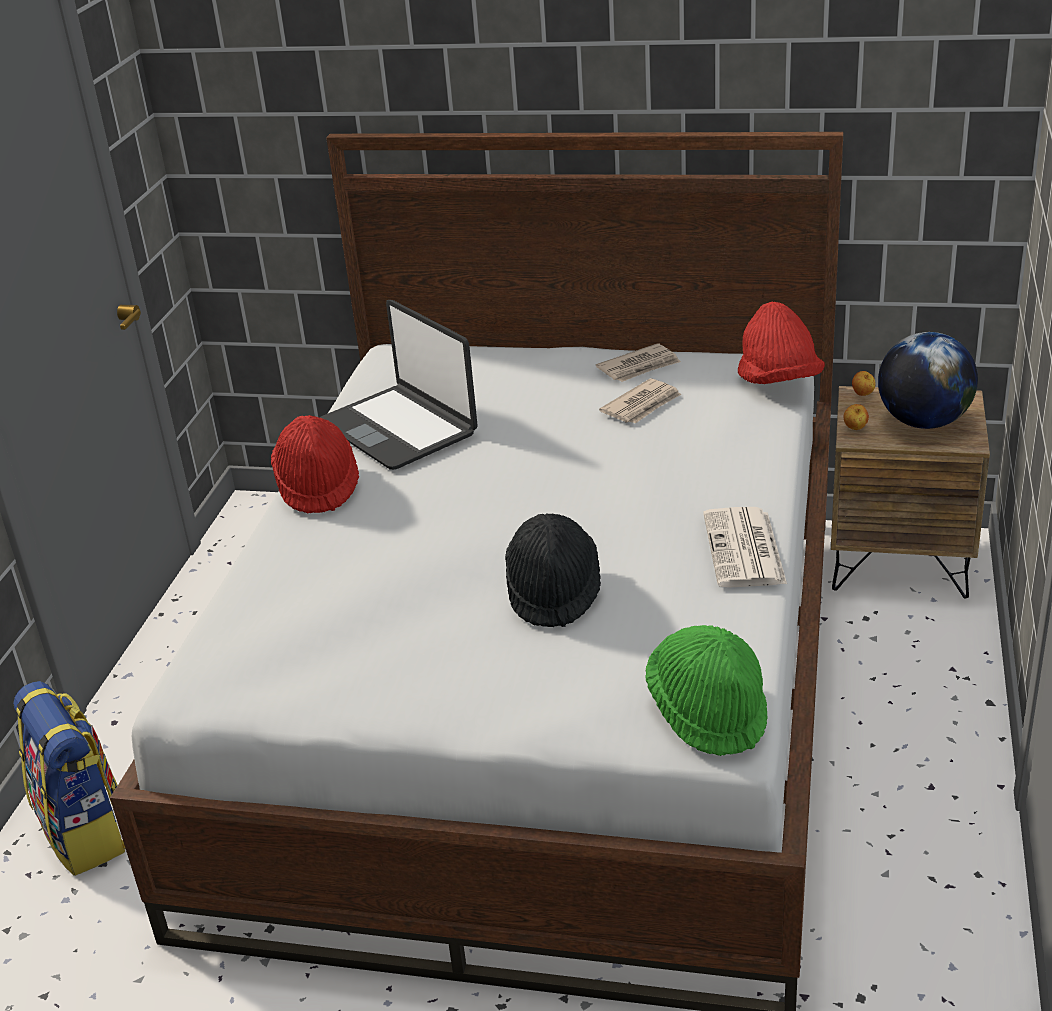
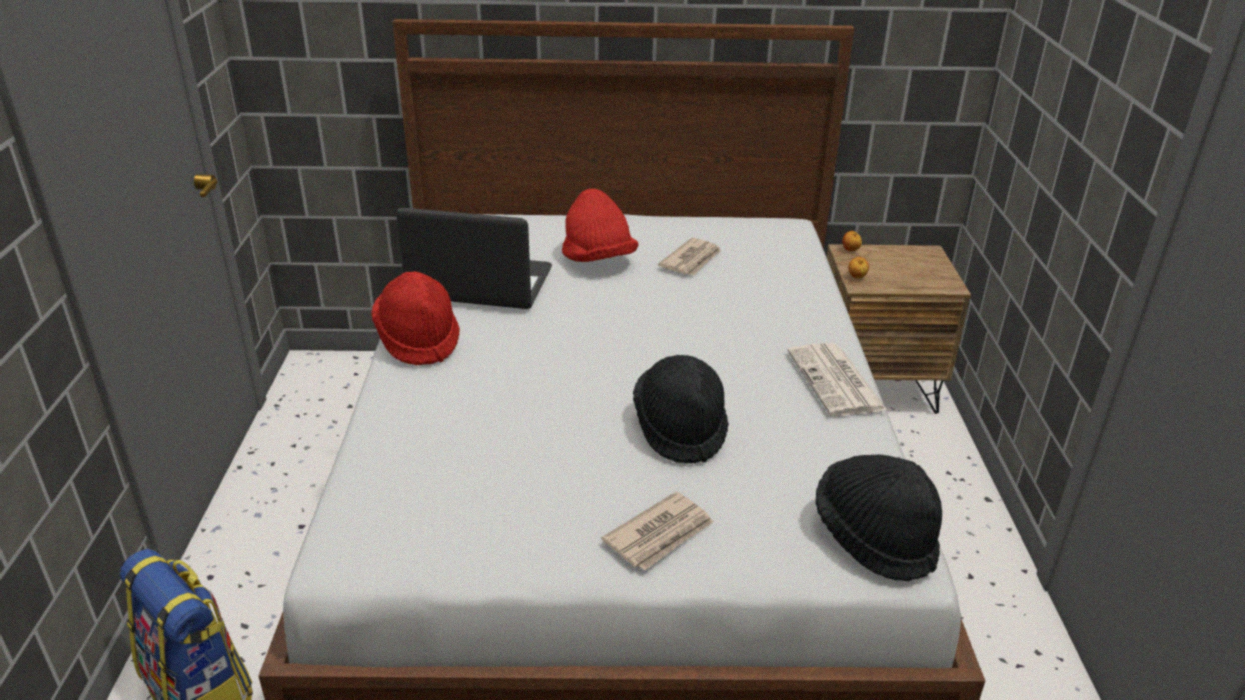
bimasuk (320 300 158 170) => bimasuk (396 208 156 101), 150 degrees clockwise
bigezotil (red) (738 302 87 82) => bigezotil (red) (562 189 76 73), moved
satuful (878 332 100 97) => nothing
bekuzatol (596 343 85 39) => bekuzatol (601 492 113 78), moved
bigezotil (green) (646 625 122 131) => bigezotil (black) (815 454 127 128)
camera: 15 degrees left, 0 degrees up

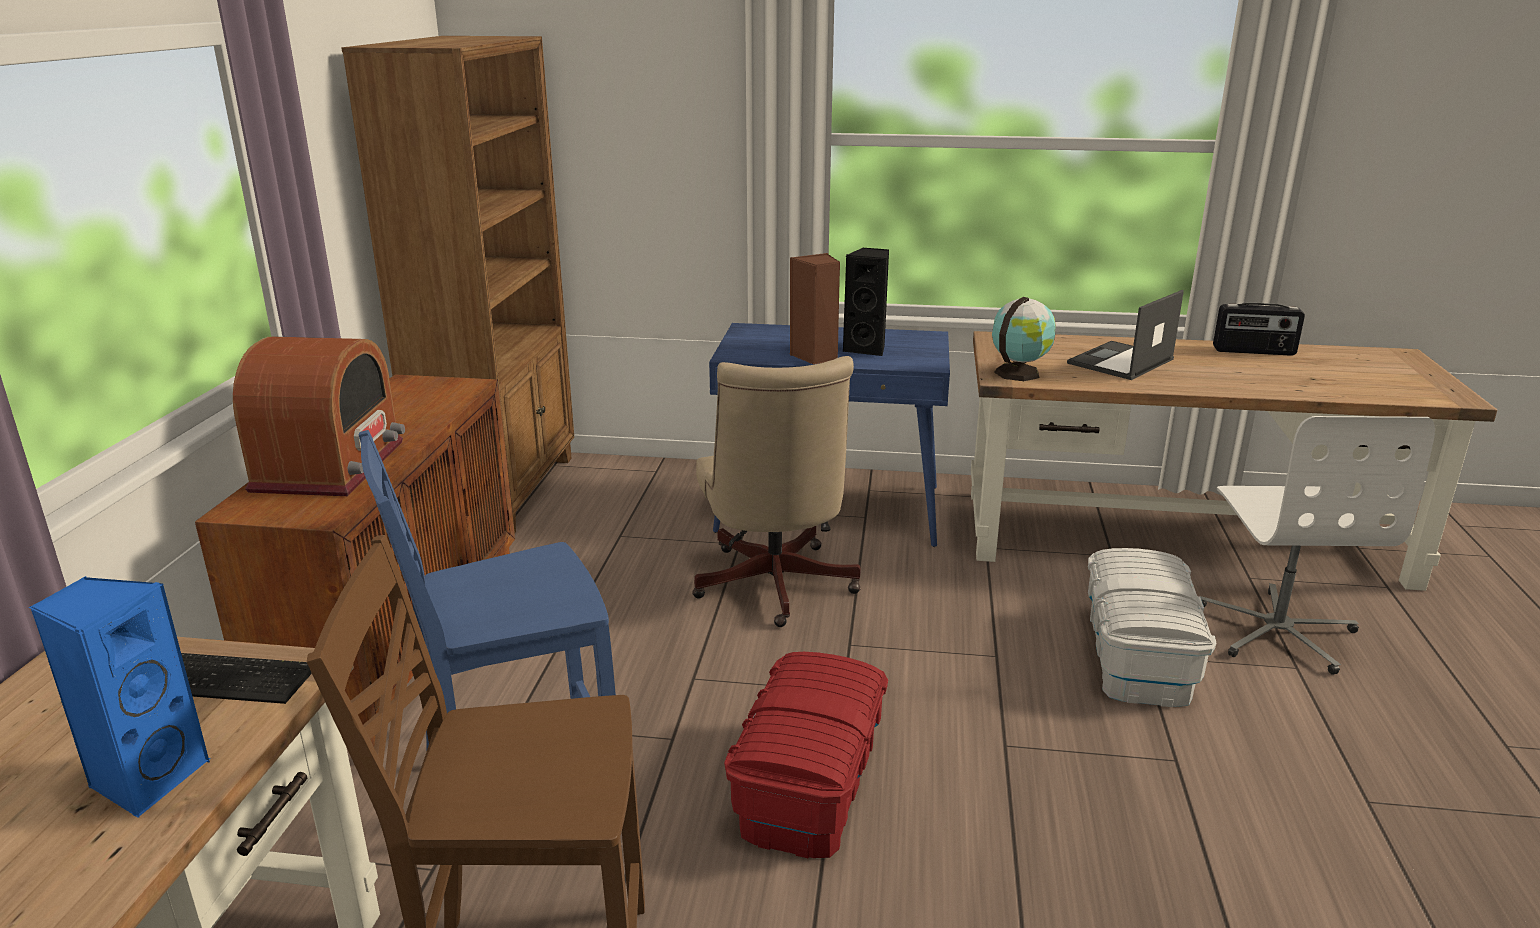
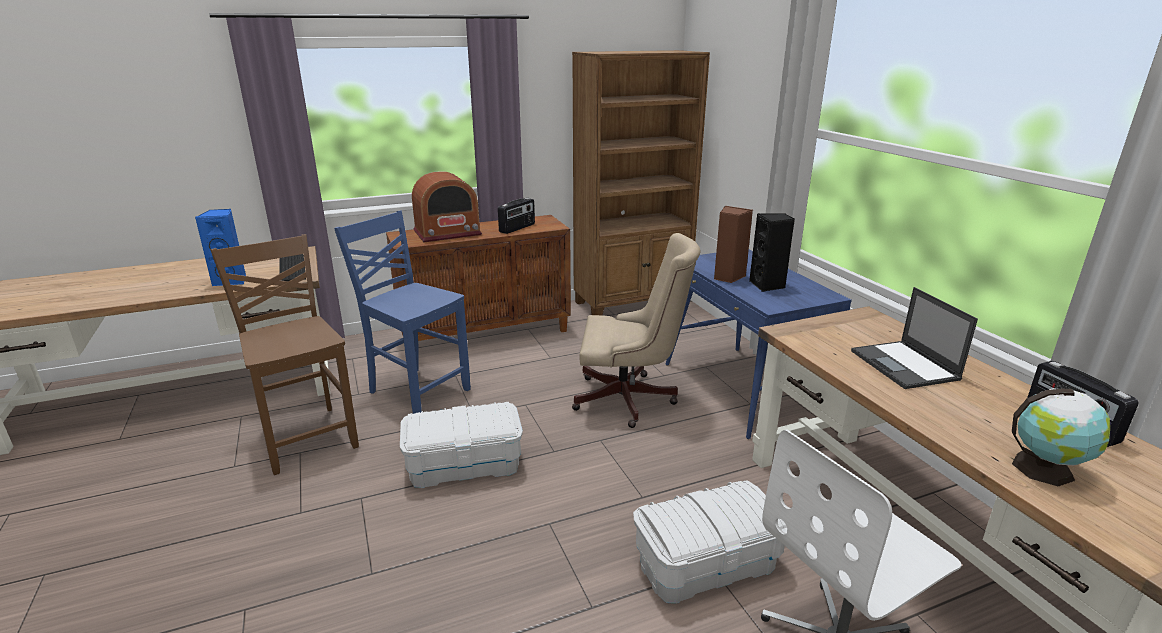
bimasuk (1067 290 117 90) => bimasuk (851 287 127 102), 120 degrees counterclockwise
satuful (992 297 64 84) => satuful (1012 388 98 98), moved
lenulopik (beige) (692 356 169 271) => lenulopik (beige) (572 233 129 195), 135 degrees counterclockwise
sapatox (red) (724 652 164 206) => sapatox (white) (400 402 123 86)
nothing => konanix (498 198 37 36)
camera: 60 degrees right, 0 degrees up

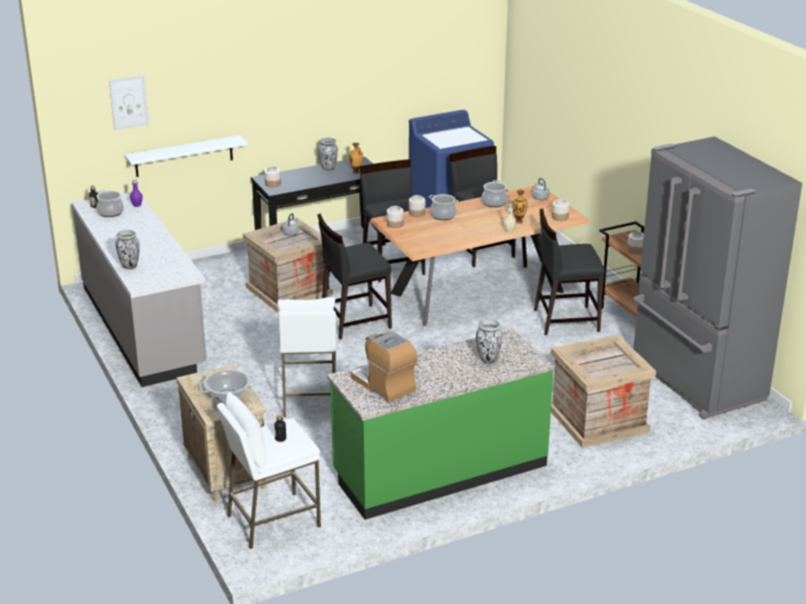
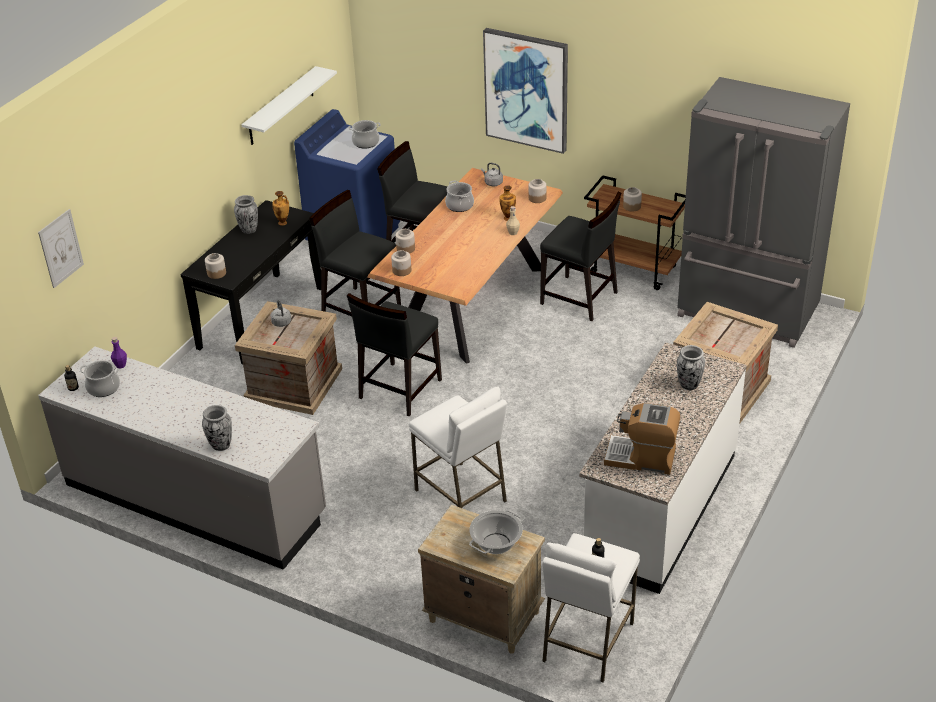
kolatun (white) (125 135 123 42) => kolatun (white) (242 66 95 79), moved
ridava (429 194 29 26) => ridava (348 120 33 29), moved
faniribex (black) (534 209 71 126) => faniribex (black) (540 192 81 129), 105 degrees counterclockwise
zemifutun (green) (327 329 228 191) => zemifutun (white) (579 342 167 252)
nothing => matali (483 28 85 126)
camera: 35 degrees left, 10 degrees up

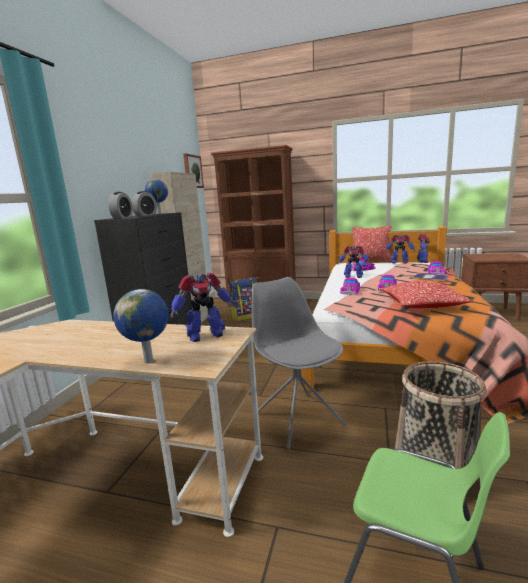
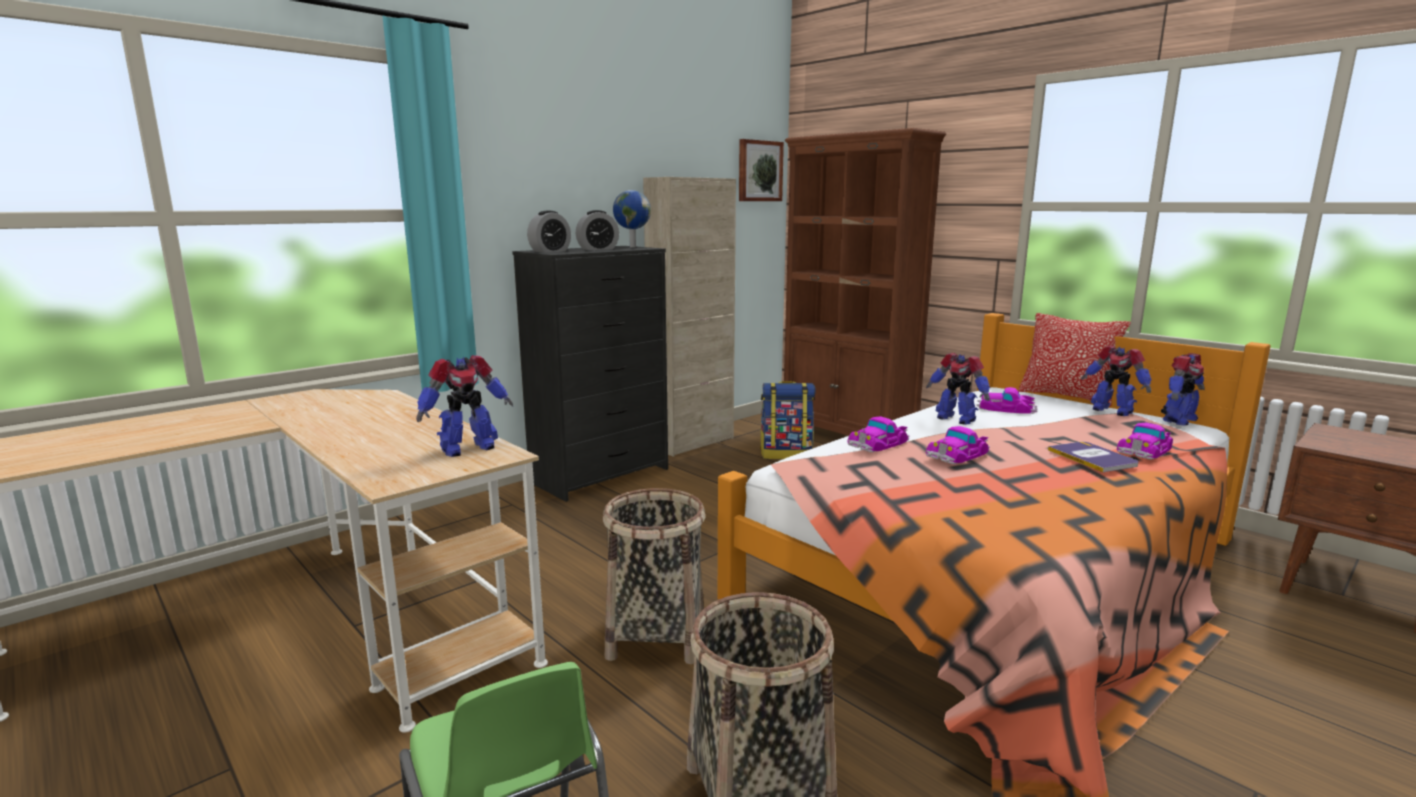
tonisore (170 273 65 69) => tonisore (416 355 97 102), 45 degrees counterclockwise
faniribex (grey) (252 277 95 173) => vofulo (603 488 103 176)
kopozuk (381 280 91 28) => nothing
satuful (113 289 56 74) => nothing
camera: 30 degrees right, 0 degrees up

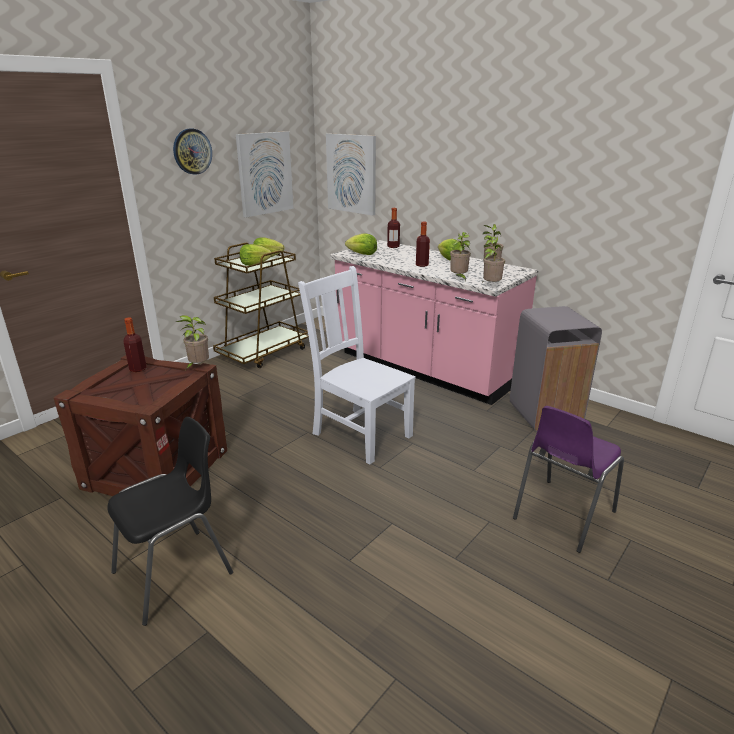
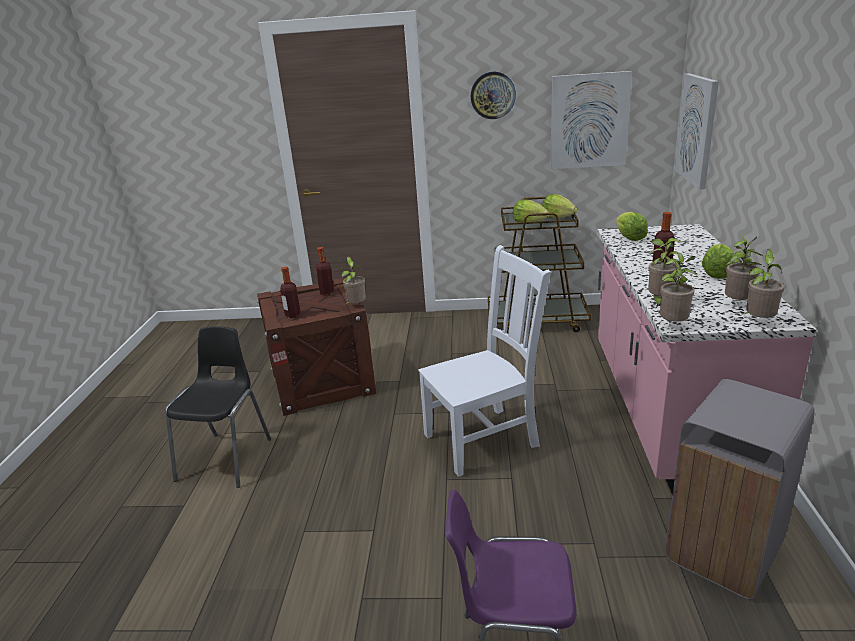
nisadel (387 208 13 40) => nisadel (280 267 21 51), moved
faniribex (white) (298 266 118 198) => faniribex (white) (418 245 133 232), 60 degrees clockwise
faniribex (black) (107 417 126 209) => faniribex (black) (166 326 105 162), 90 degrees counterclockwise
nothing => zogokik (742 249 43 69)
camera: 55 degrees right, 0 degrees up

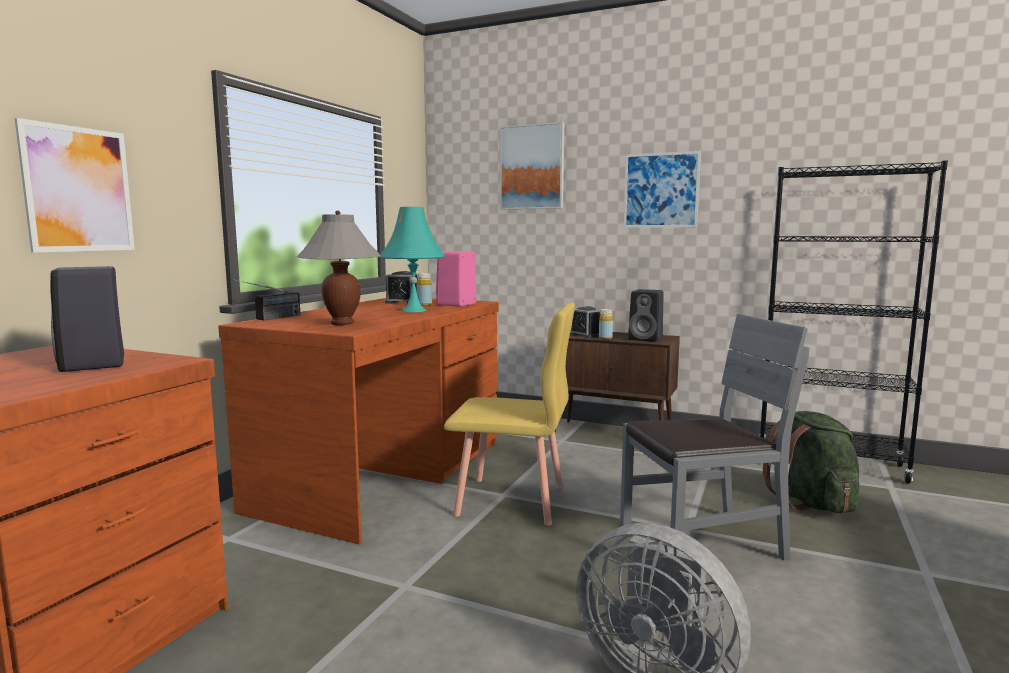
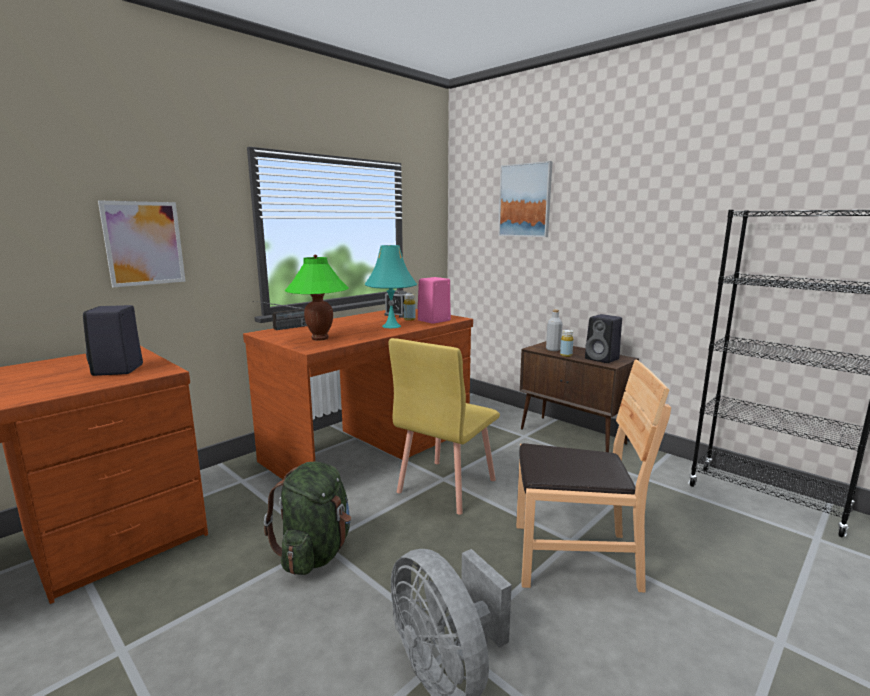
matali (624 151 77 77) => nothing
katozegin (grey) (297 211 85 114) => katozegin (green) (284 255 65 86)
faniribex (yellow) (444 303 131 223) => faniribex (yellow) (389 338 111 177), 90 degrees clockwise
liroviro (570 306 30 32) => nisadel (grey) (546 310 17 41)
faniribex (grey) (620 314 190 246) => faniribex (brown) (516 359 155 234)
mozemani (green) (763 411 96 103) => mozemani (green) (264 462 87 113), moved
camera: 20 degrees right, 5 degrees up

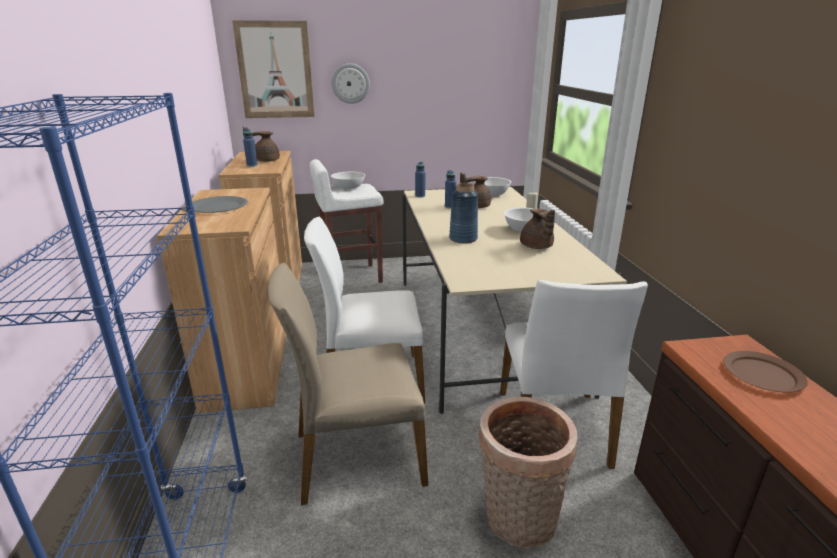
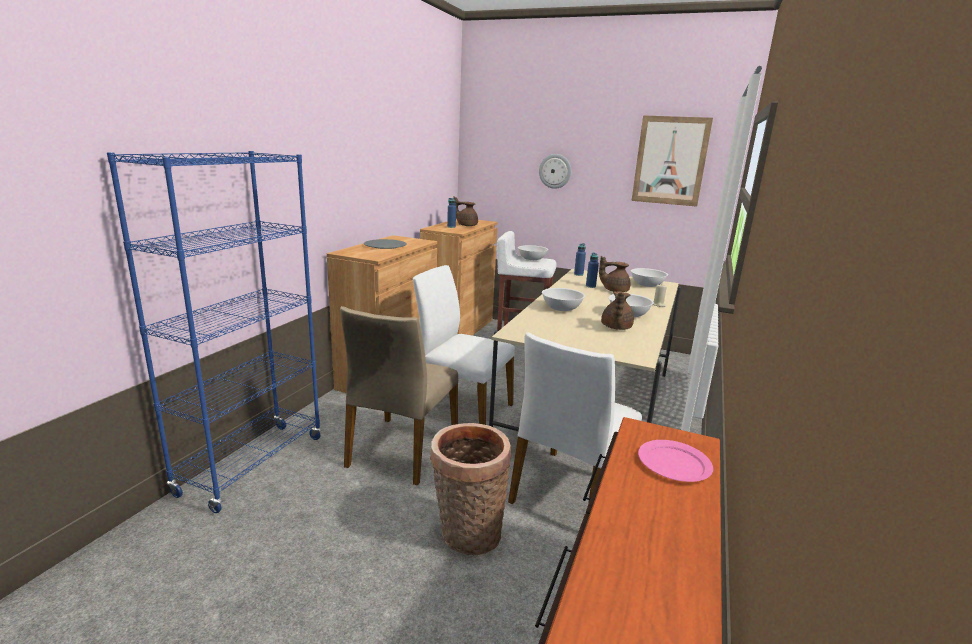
matali (232 20 83 98) => matali (632 115 81 92), moved
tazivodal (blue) (449 183 29 61) => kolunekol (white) (542 288 43 23)
faniribex (beige) (268 263 160 242) => faniribex (beige) (340 306 118 179), 90 degrees counterclockwise
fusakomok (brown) (724 351 83 42) => fusakomok (pink) (638 440 75 42)
camera: 30 degrees right, 5 degrees down

